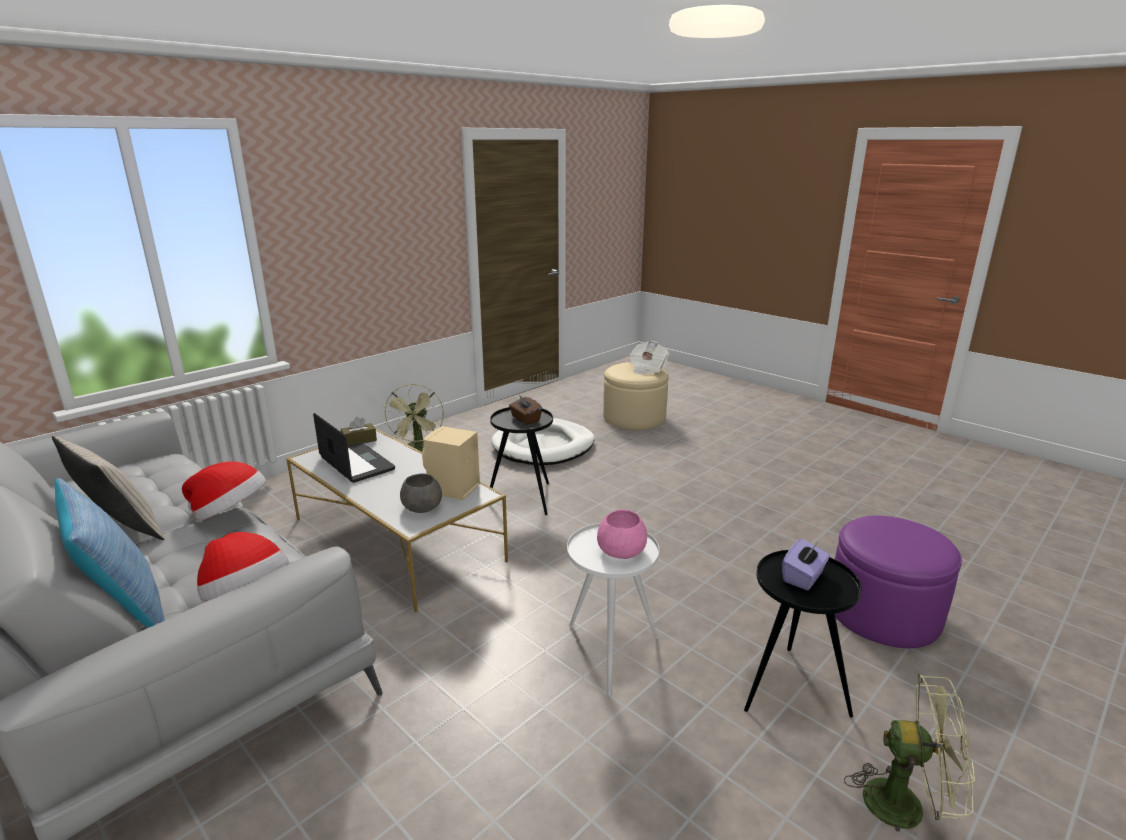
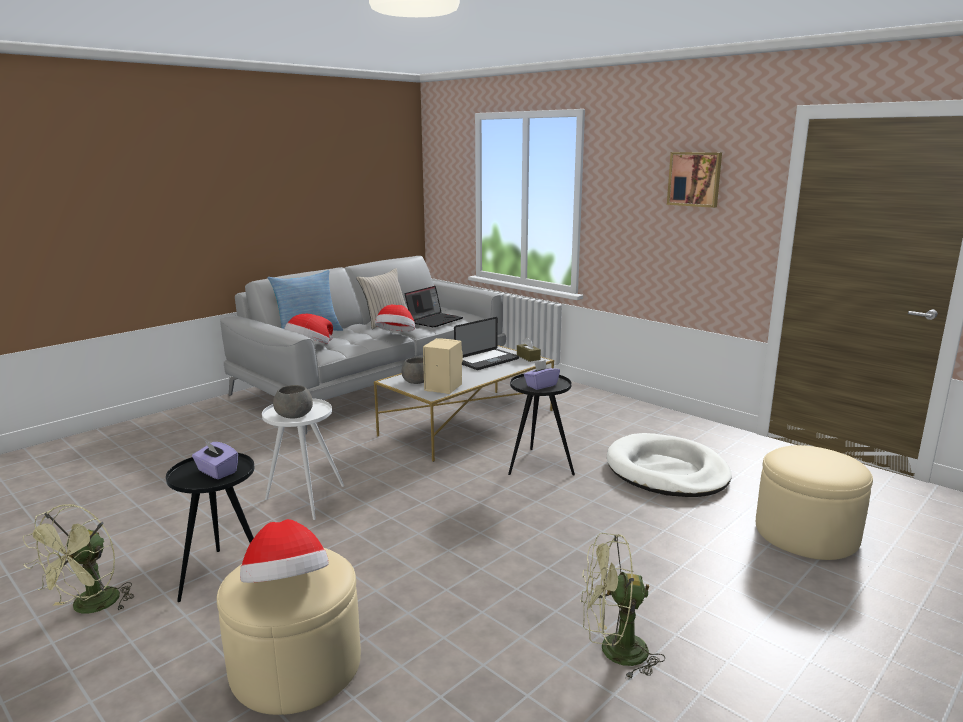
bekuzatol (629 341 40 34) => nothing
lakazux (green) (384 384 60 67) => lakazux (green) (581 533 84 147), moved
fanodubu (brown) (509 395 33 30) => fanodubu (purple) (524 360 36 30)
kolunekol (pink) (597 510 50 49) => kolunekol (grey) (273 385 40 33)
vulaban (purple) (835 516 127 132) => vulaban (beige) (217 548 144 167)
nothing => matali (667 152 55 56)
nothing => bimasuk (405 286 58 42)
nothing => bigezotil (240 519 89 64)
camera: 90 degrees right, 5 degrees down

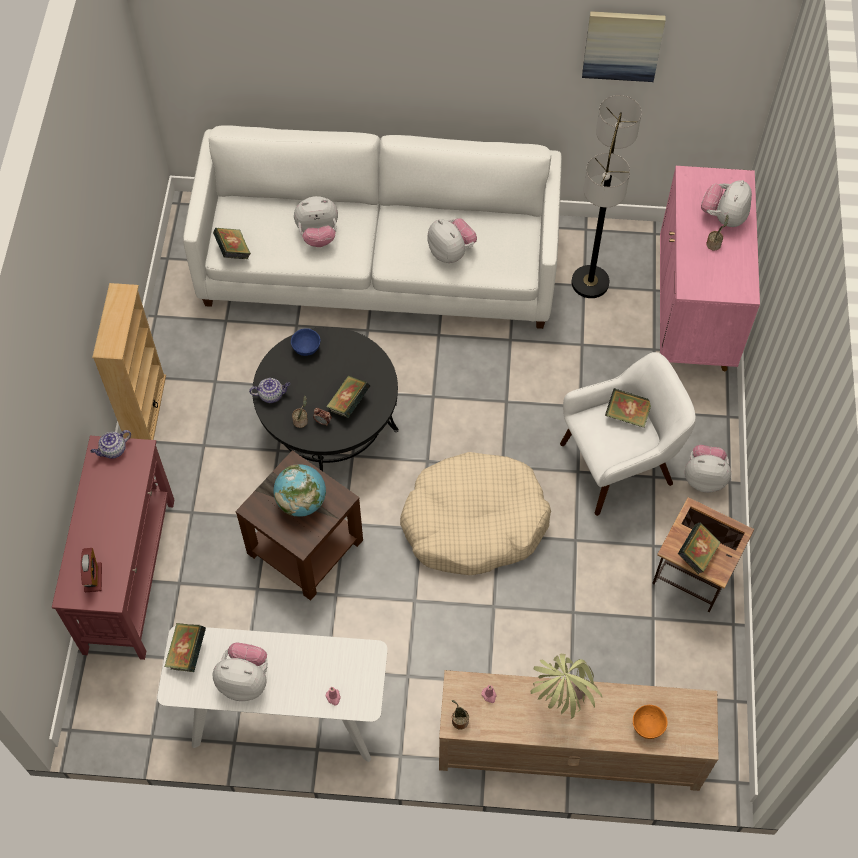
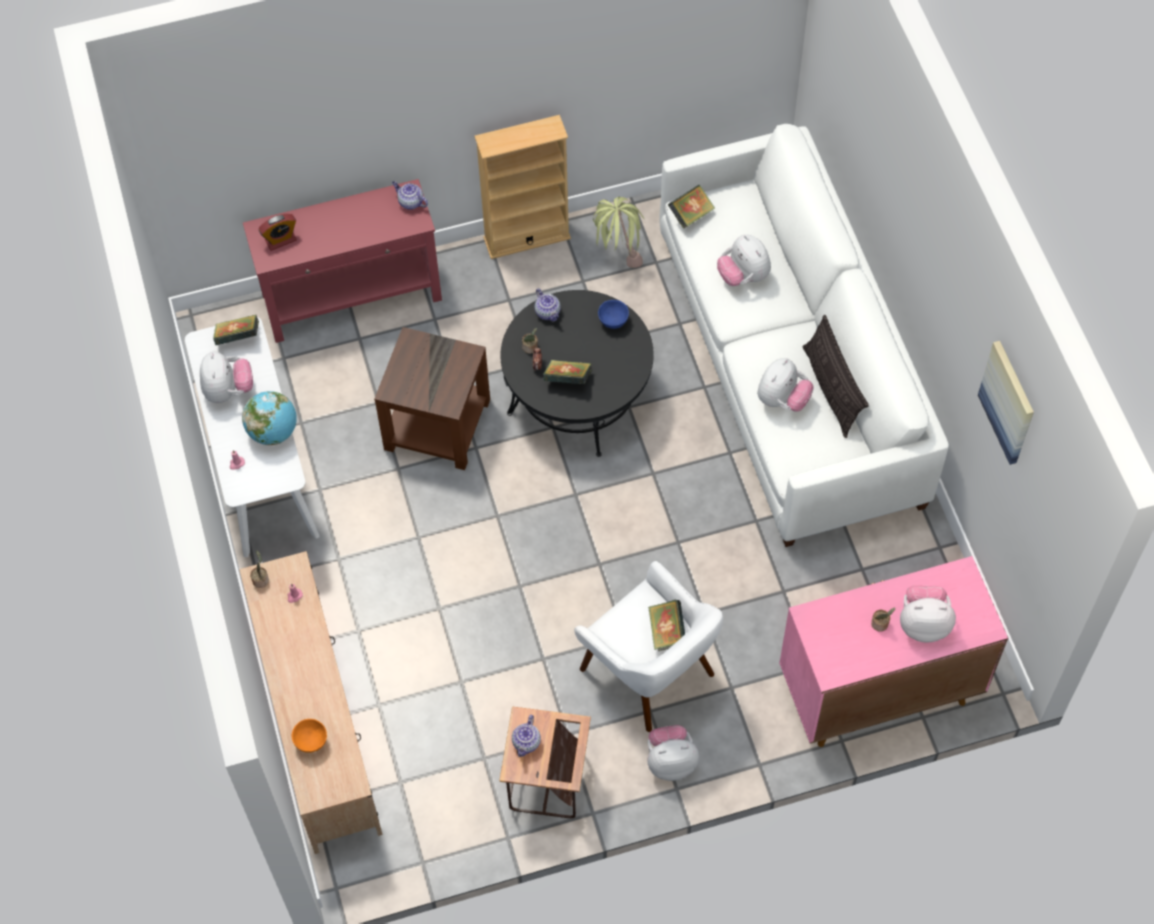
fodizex (572 95 70 203) => nothing
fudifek (685 445 46 48) => fudifek (647 725 52 56), 90 degrees counterclockwise
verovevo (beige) (400 452 151 123) => nothing
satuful (273 464 53 53) => satuful (242 391 55 54), moved
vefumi (678 523 43 51) => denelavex (512 715 29 42)
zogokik (530 654 72 65) => zogokik (593 196 52 72), moved
nothing => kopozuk (803 315 66 123)
camera: 70 degrees right, 0 degrees up

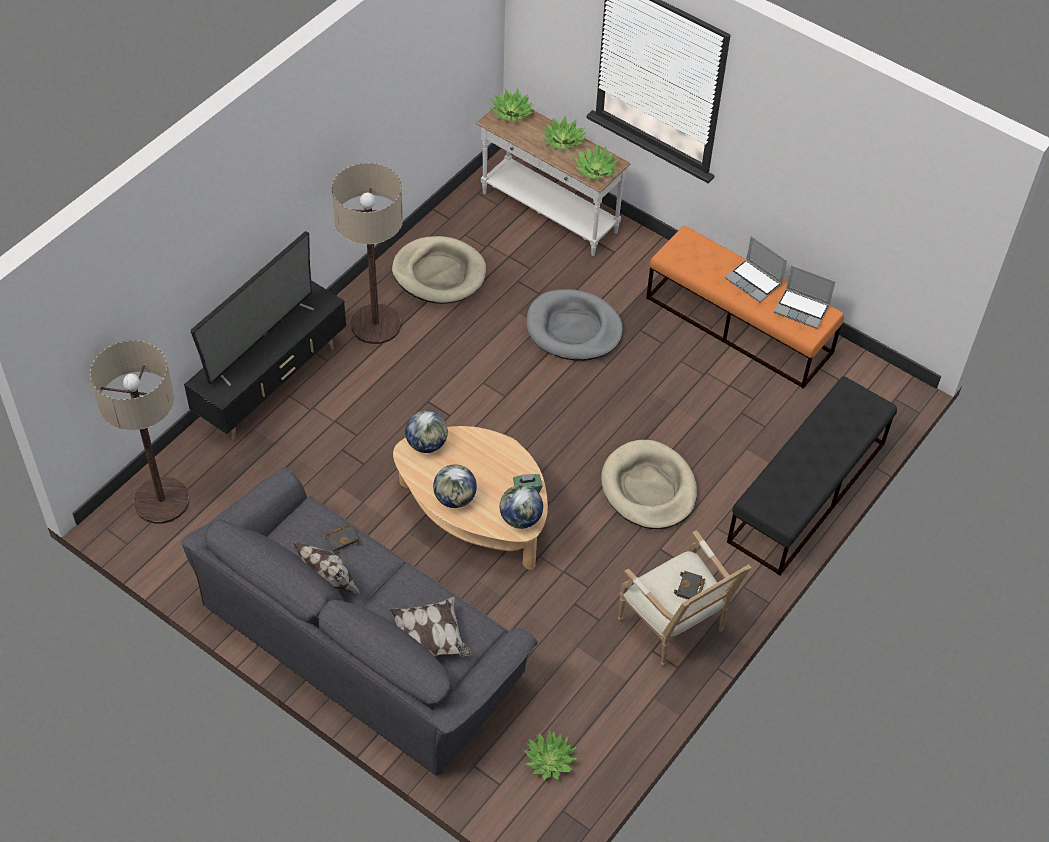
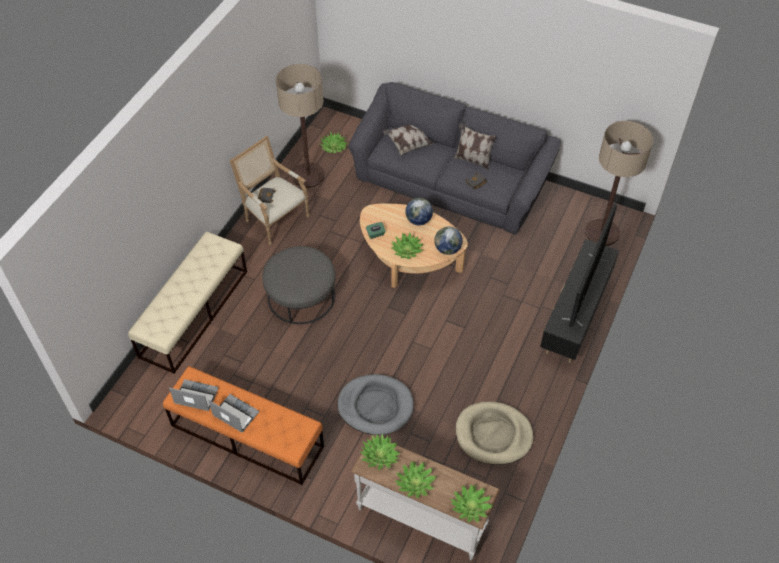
fodizex (332 163 71 181) => fodizex (276 64 48 124), moved
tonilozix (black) (727 376 170 199) => tonilozix (beige) (128 232 119 142)
verovevo (beige) (601 440 96 89) => vulaban (grey) (262 246 73 78)
satuful (500 485 43 44) => nothing
nothing => zogokik (391 232 32 27)
camera: 170 degrees right, 0 degrees up

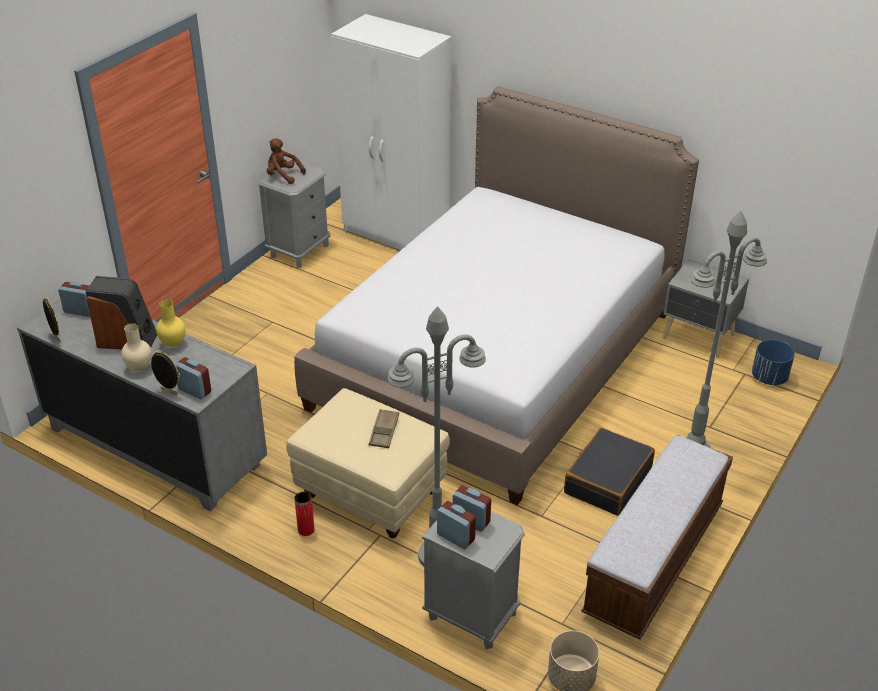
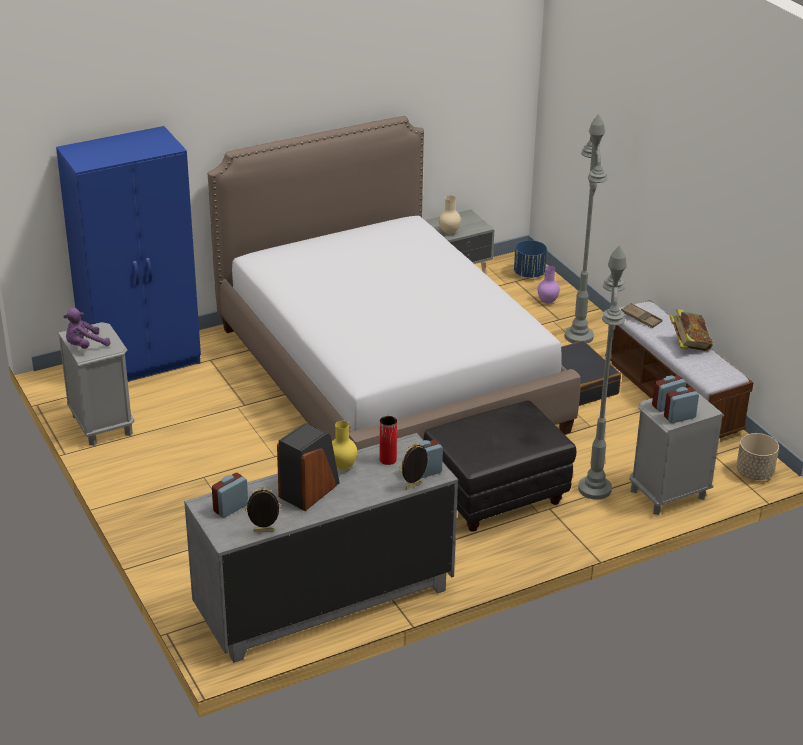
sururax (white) (331 14 121 236) => sururax (blue) (56 126 145 255)
fudifek (brown) (267 138 39 46) => fudifek (purple) (63 308 47 41)
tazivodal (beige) (121 323 31 48) => tazivodal (beige) (439 195 22 39), moved
vulaban (beige) (286 388 164 150) => vulaban (black) (423 400 154 132)
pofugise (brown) (369 409 30 39) => pofugise (brown) (621 303 41 25), moved
tazivodal (red) (294 491 20 45) => tazivodal (red) (379 416 18 49), moved
nothing => tazivodal (purple) (538 266 22 38)
nothing => vefumi (669 309 44 42)
camera: 60 degrees left, 5 degrees down

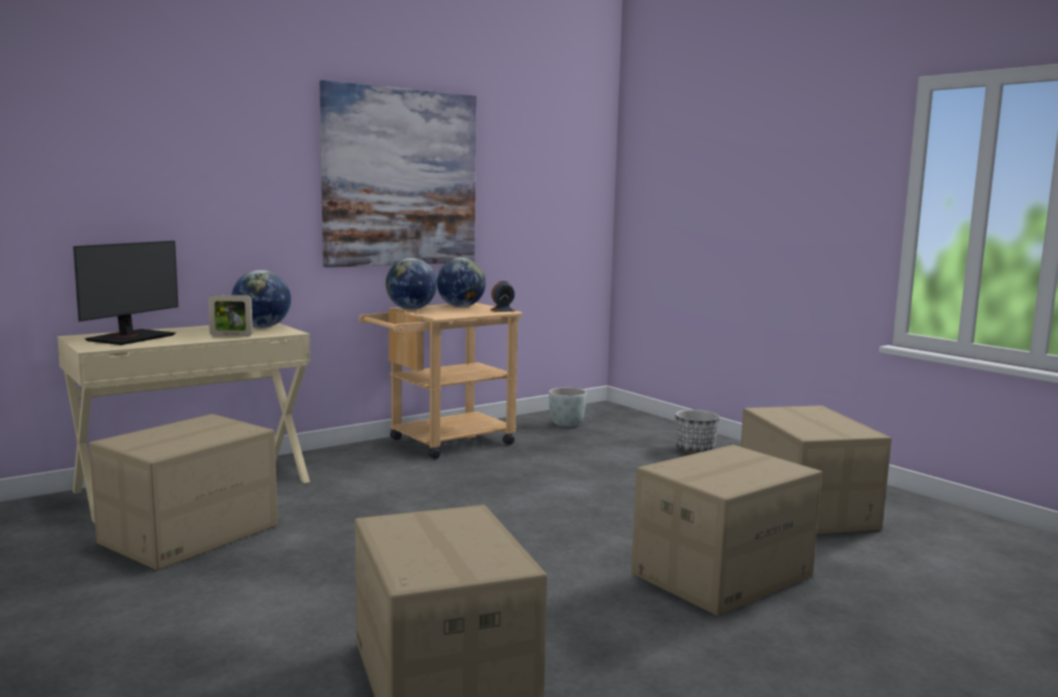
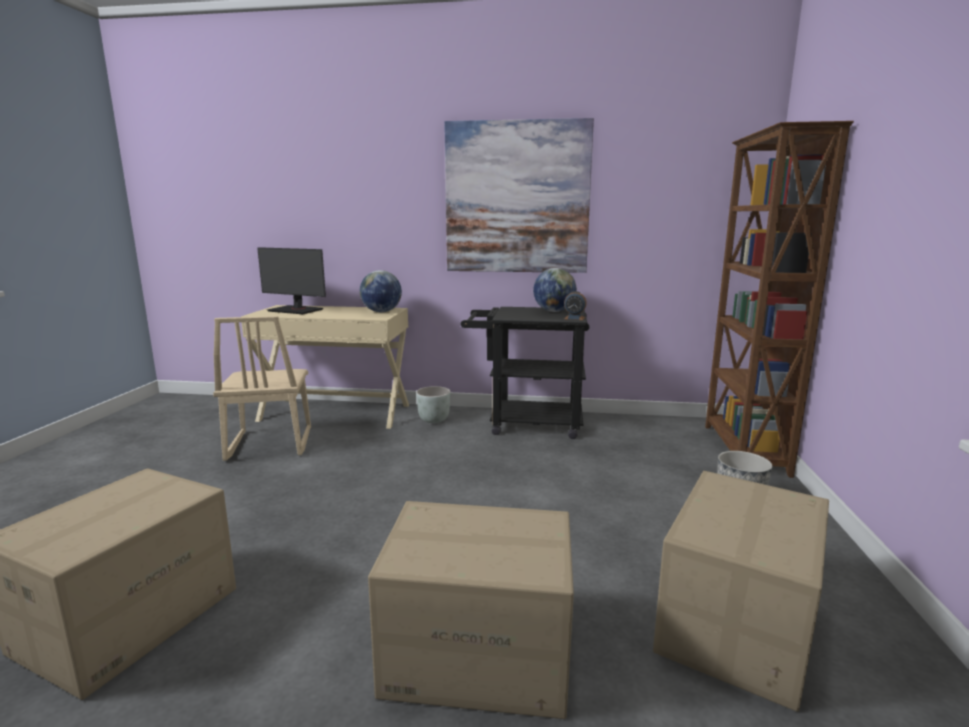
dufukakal (73 241 105 104) => dufukakal (257 247 69 67), 45 degrees clockwise
satuful (386 258 51 52) => nothing
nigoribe (208 295 45 41) => nothing
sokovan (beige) (359 303 164 156) => sokovan (black) (461 307 128 132)
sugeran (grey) (549 387 38 40) => sugeran (grey) (416 386 35 37), moved
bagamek (89 414 189 156) => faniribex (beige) (213 316 98 145)
nothing => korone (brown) (705 121 149 357)
camera: 45 degrees right, 5 degrees up

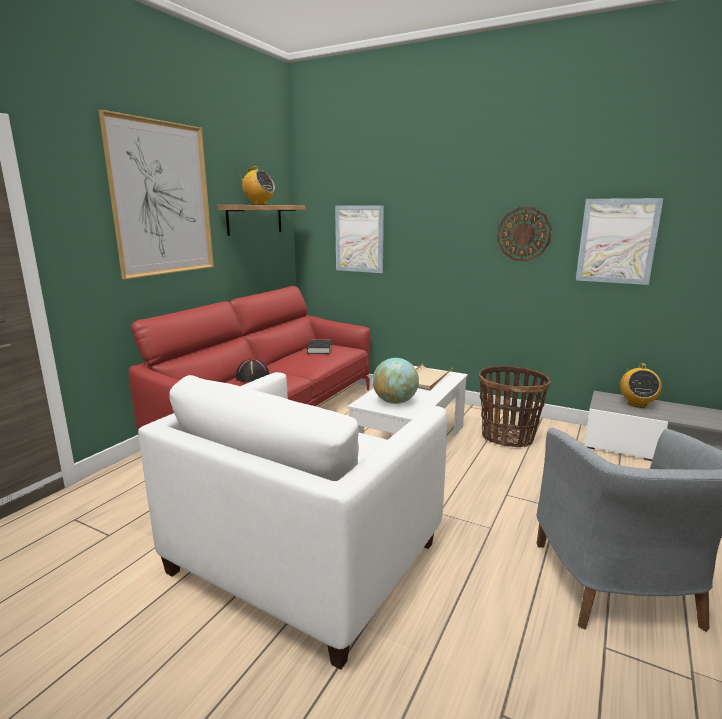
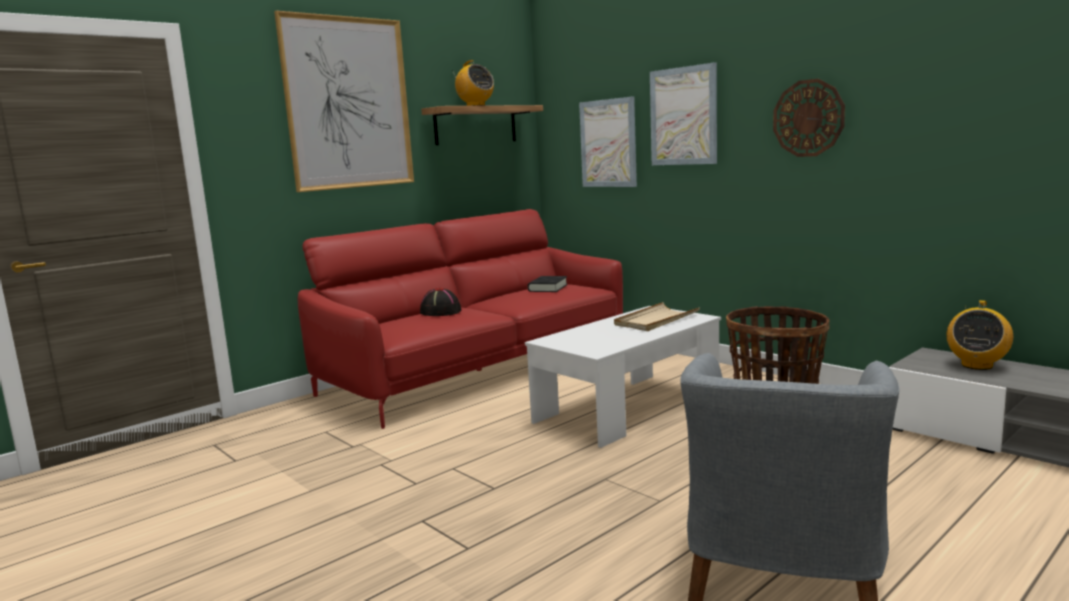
matali (576 198 87 87) => matali (650 62 67 103), moved
satuful (373 358 46 46) => nothing
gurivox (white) (138 372 309 298) => nothing
camera: 20 degrees right, 5 degrees down

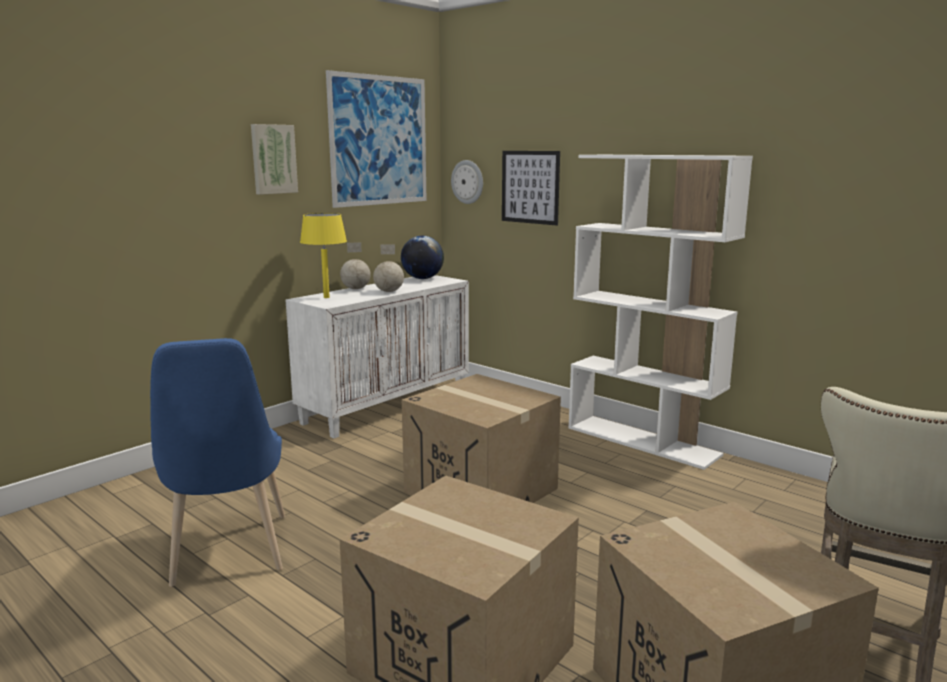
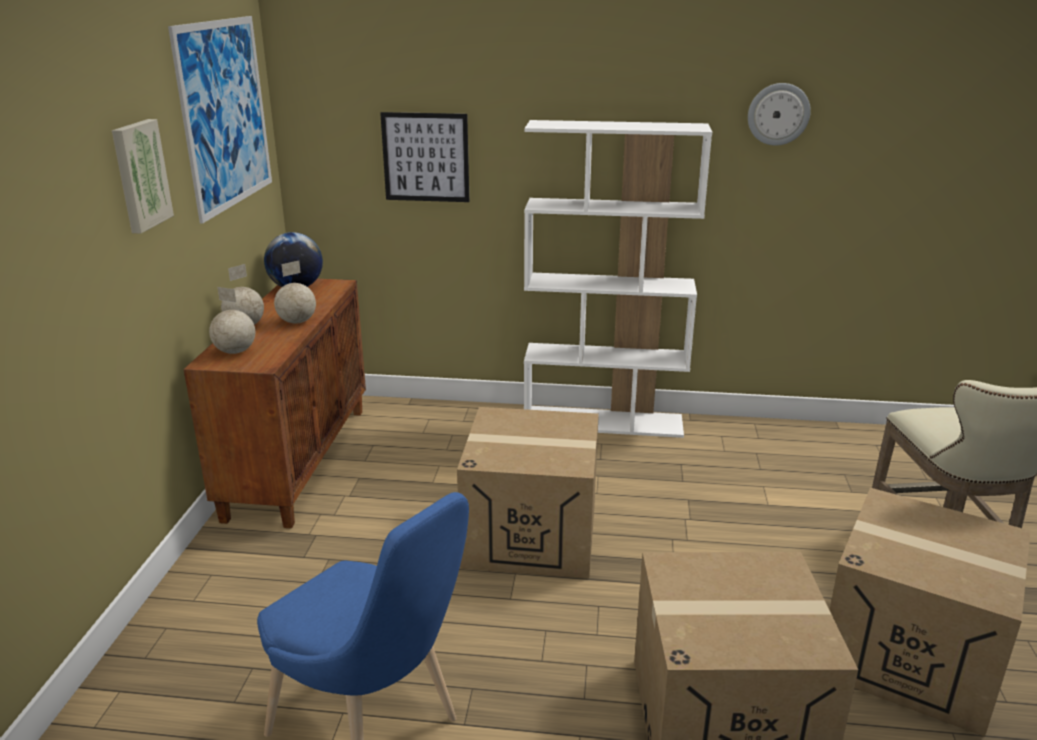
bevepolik (451 160 32 44) => bevepolik (748 83 63 62), moved
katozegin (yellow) (300 213 47 85) => satuful (209 287 46 67)
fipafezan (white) (286 275 183 163) => fipafezan (brown) (183 279 183 250)
camera: 35 degrees left, 10 degrees up

